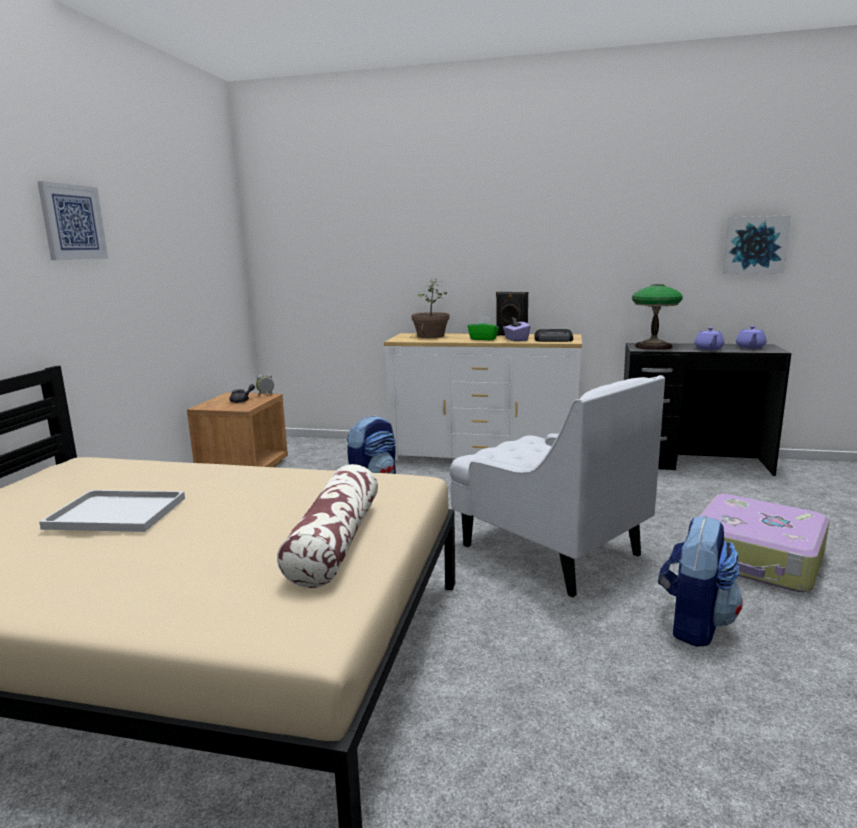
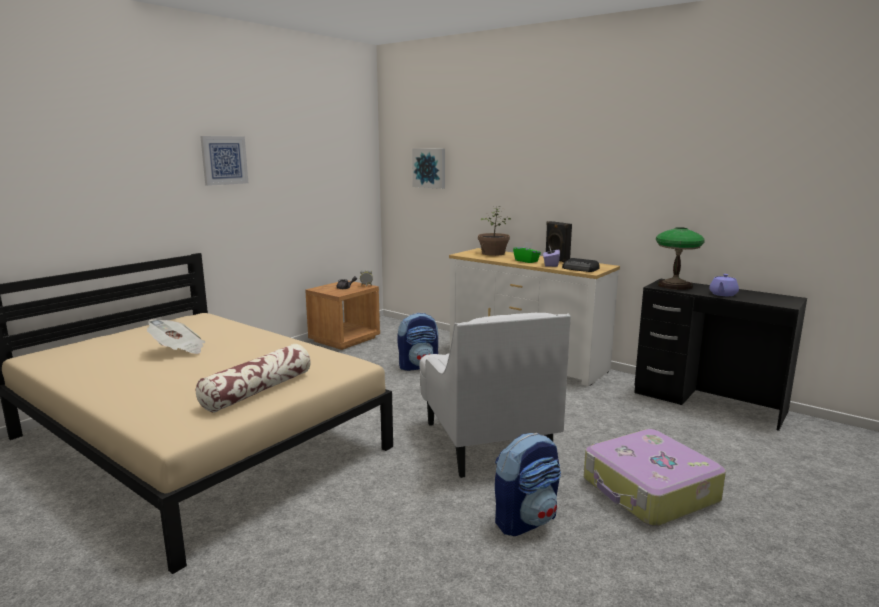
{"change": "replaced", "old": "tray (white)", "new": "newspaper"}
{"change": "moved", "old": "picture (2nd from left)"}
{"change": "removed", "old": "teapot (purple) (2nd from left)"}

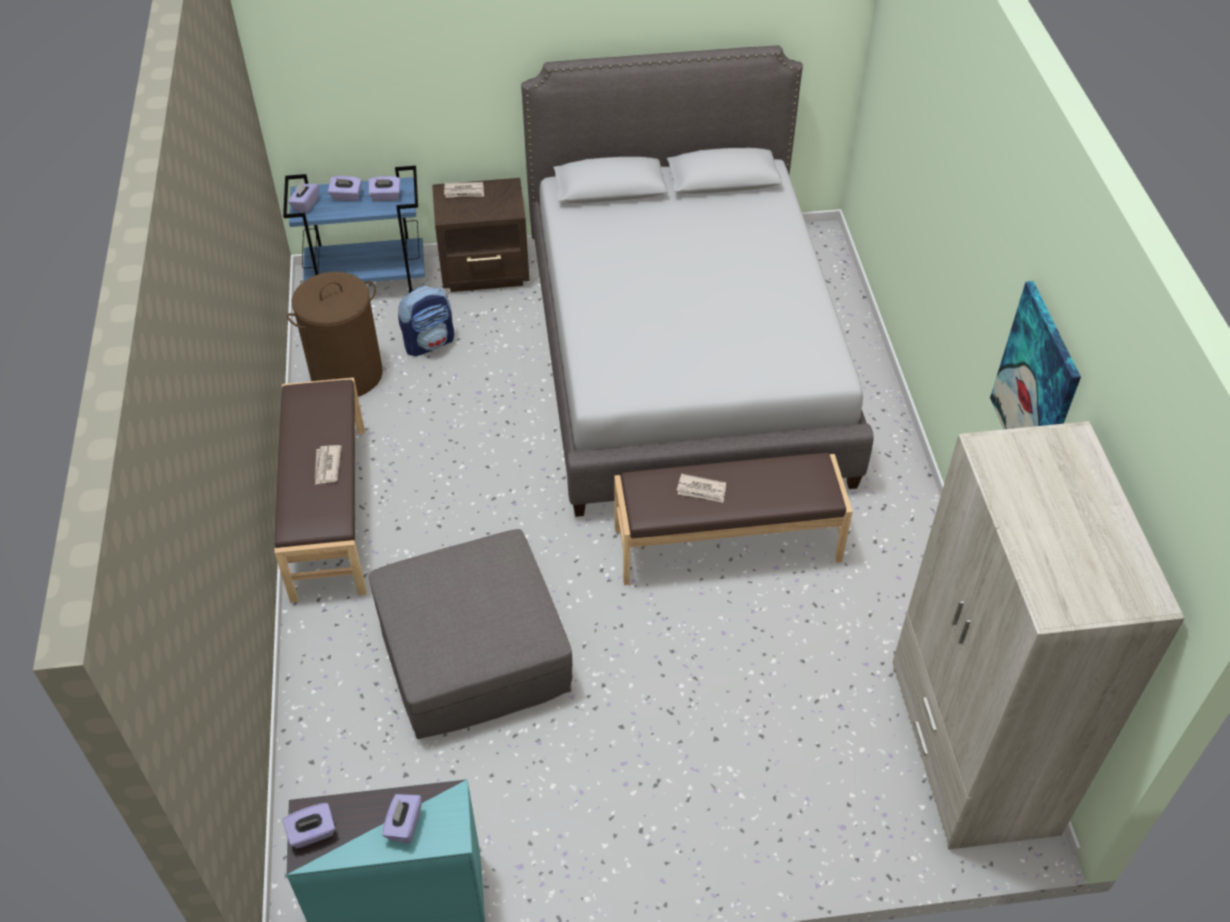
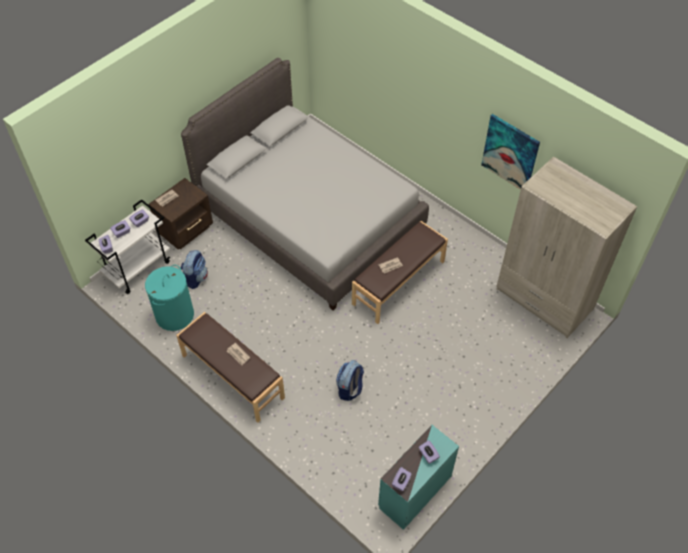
{"change": "recoloured", "old": "cart (blue)", "new": "cart (white)"}
{"change": "recoloured", "old": "laundry basket (brown)", "new": "laundry basket (turquoise)"}
{"change": "replaced", "old": "ottoman (grey)", "new": "backpack (2nd from left)"}

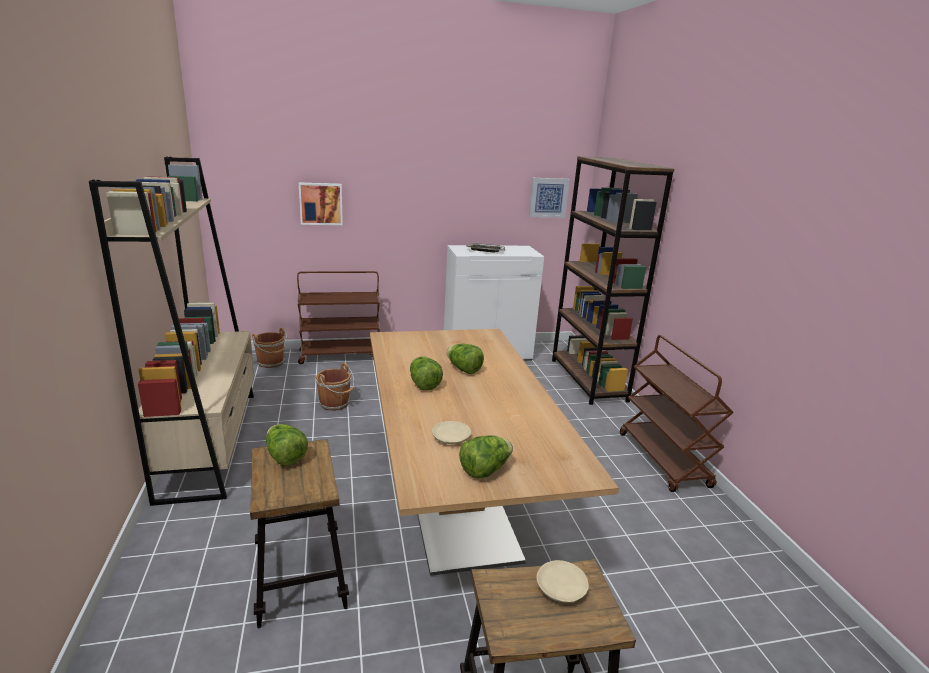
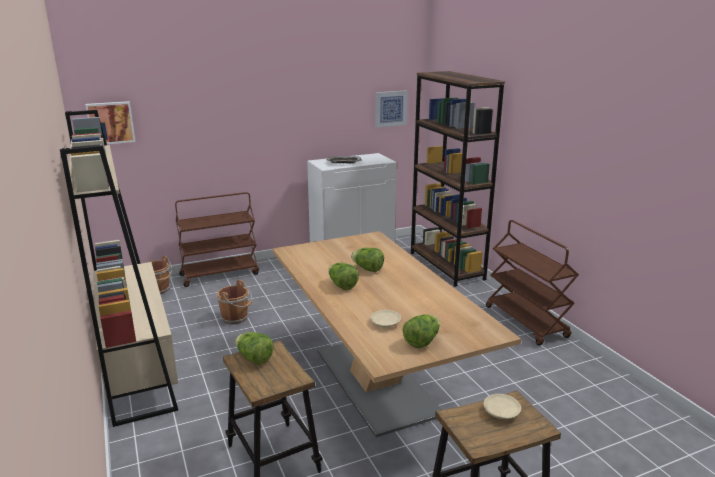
{"change": "moved", "old": "picture (1st from left)"}

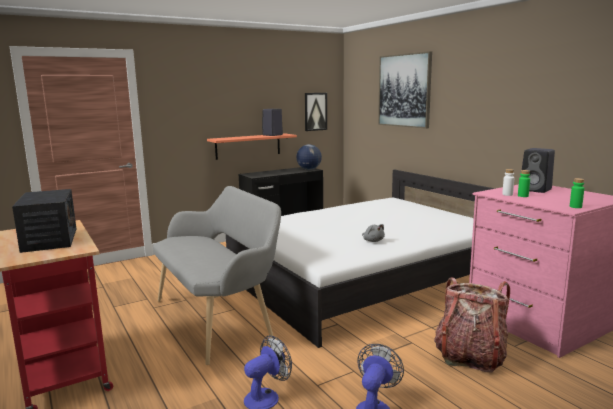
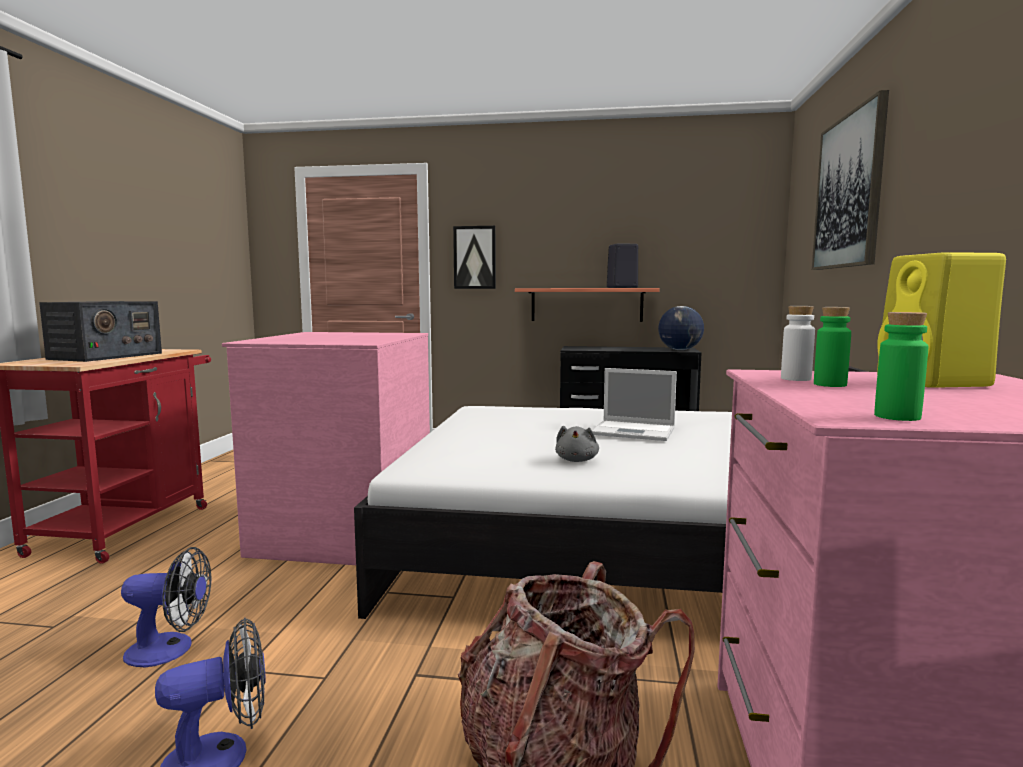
{"change": "replaced", "old": "bench (grey)", "new": "dresser (pink) (1st from left)"}
{"change": "moved", "old": "picture (1st from left)"}
{"change": "recoloured", "old": "speaker (black) (2nd from left)", "new": "speaker (yellow)"}
{"change": "added", "new": "laptop"}

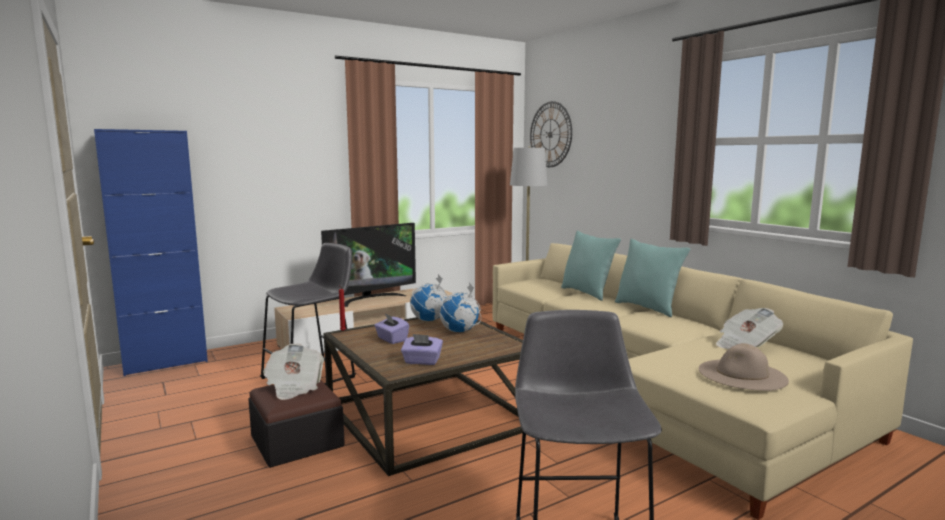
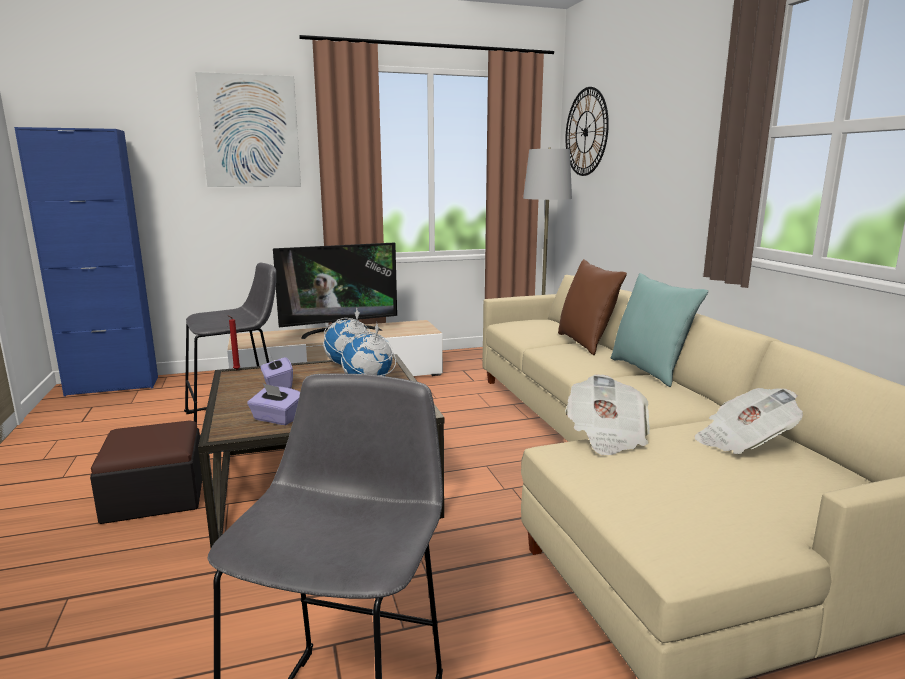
{"change": "moved", "old": "newspaper (1st from left)"}
{"change": "recoloured", "old": "pillow (turquoise) (1st from left)", "new": "pillow (brown)"}
{"change": "removed", "old": "hat (beige)"}
{"change": "added", "new": "picture"}

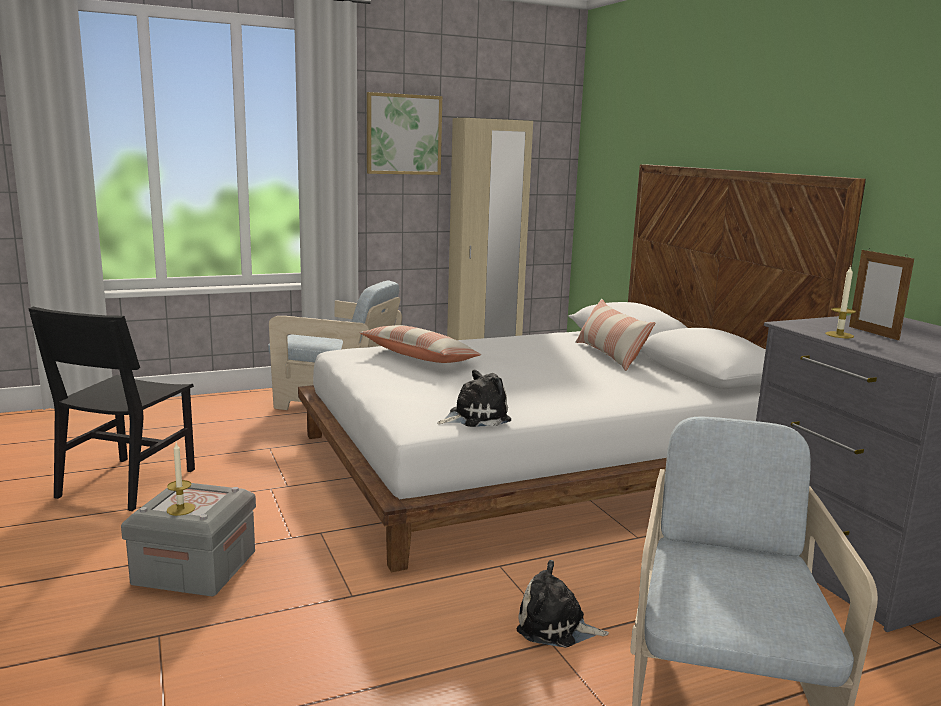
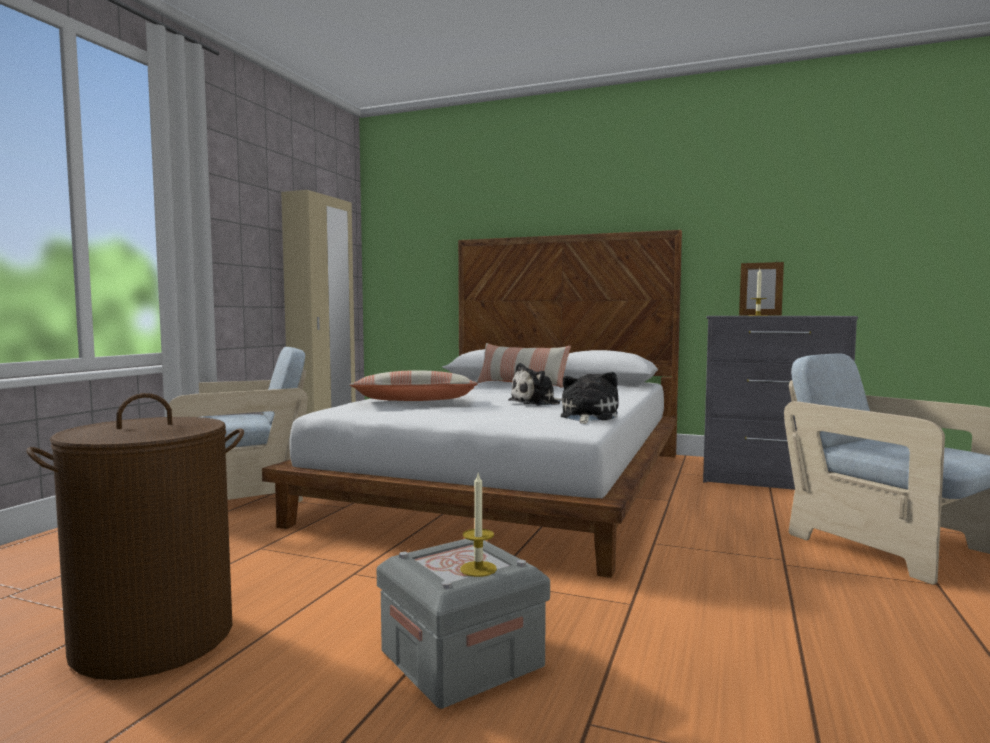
{"change": "replaced", "old": "chair (black)", "new": "laundry basket (brown)"}
{"change": "removed", "old": "picture"}
{"change": "moved", "old": "plush toy (2nd from left in the first image)", "new": "plush toy (1st from left)"}

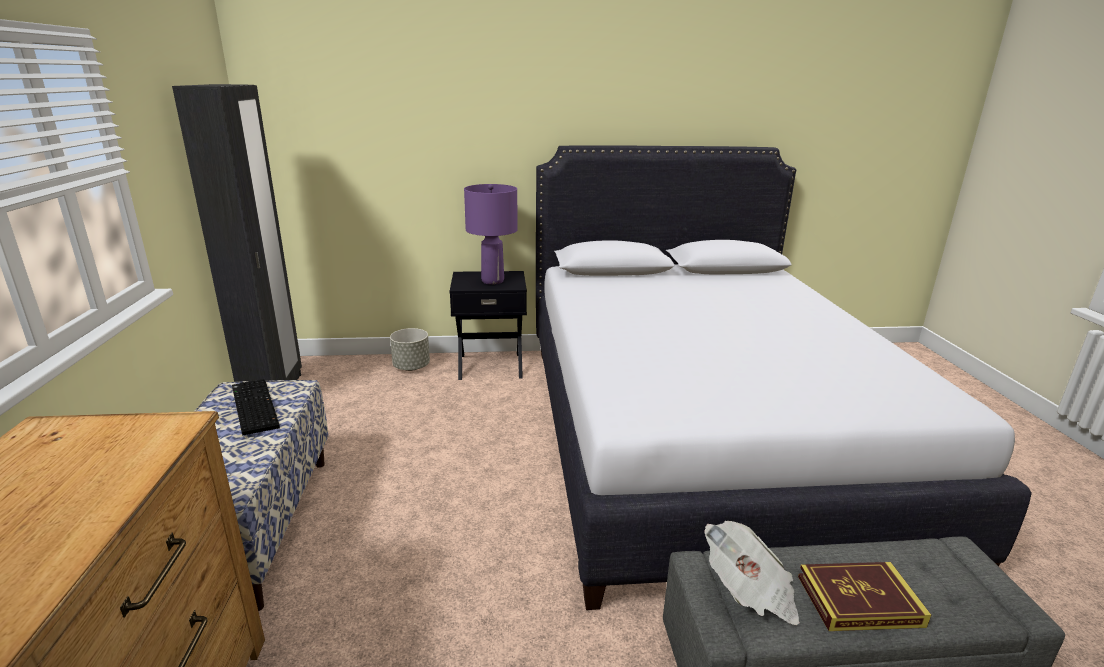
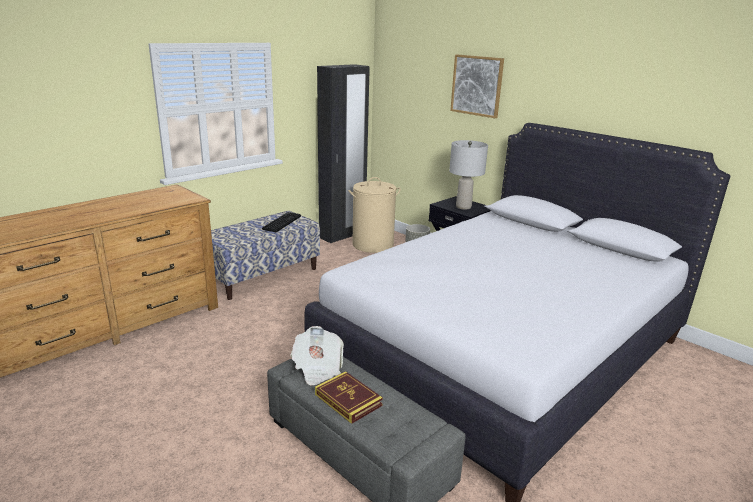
{"change": "recoloured", "old": "table lamp (purple)", "new": "table lamp (grey)"}
{"change": "added", "new": "laundry basket (beige)"}
{"change": "added", "new": "picture"}

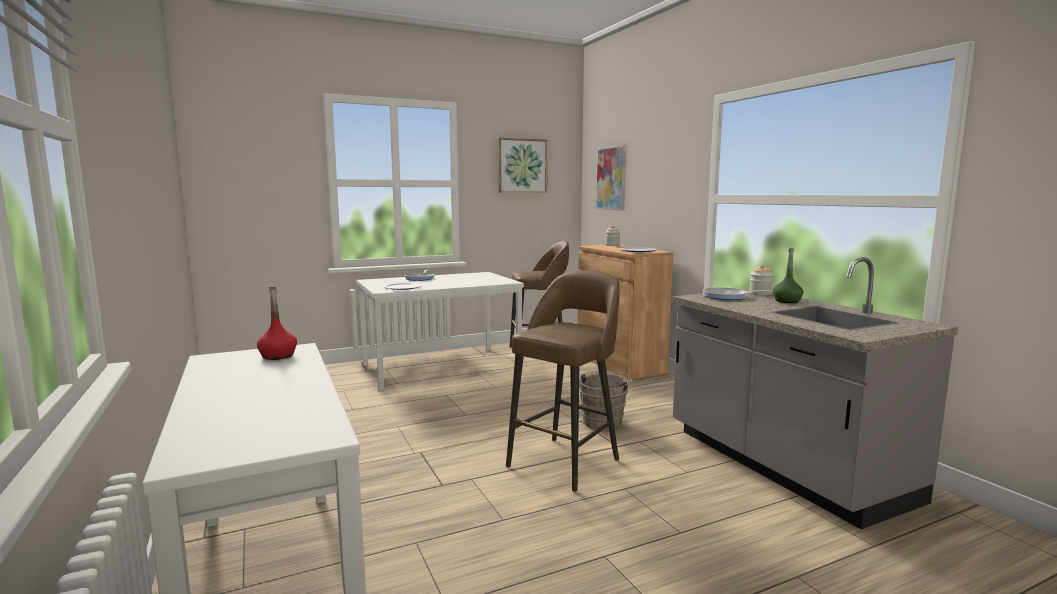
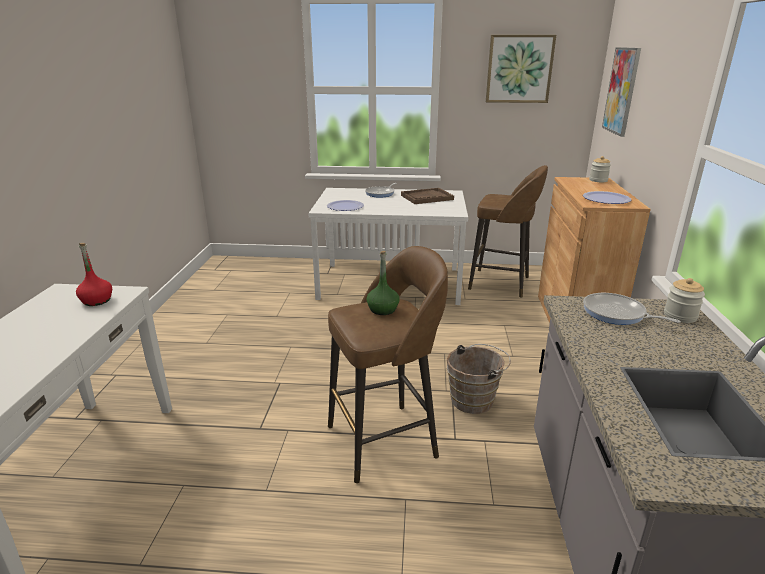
{"change": "moved", "old": "bottle (green)"}
{"change": "added", "new": "tray (brown)"}

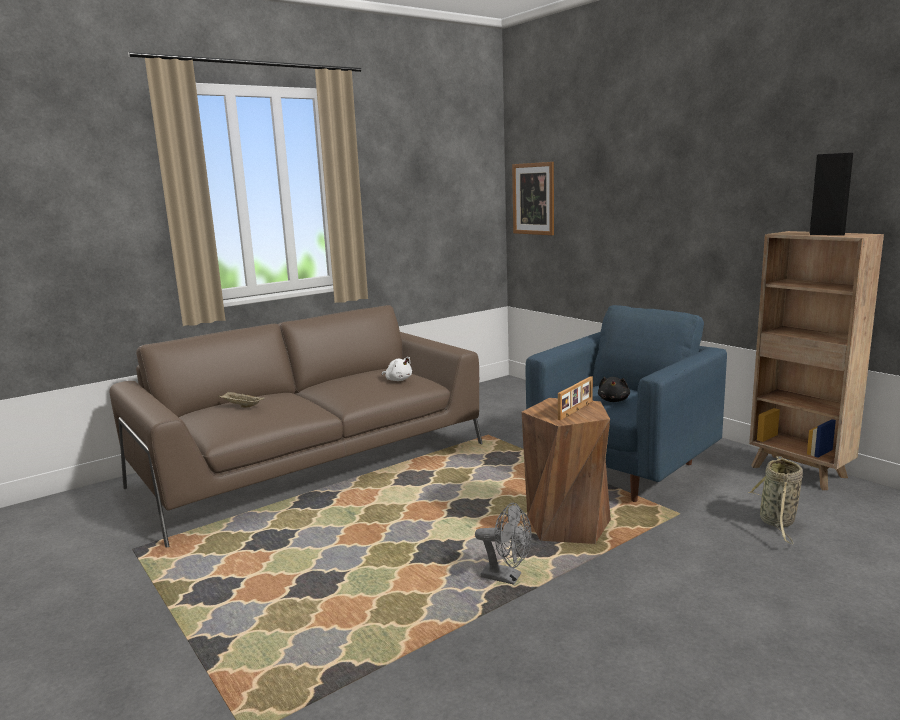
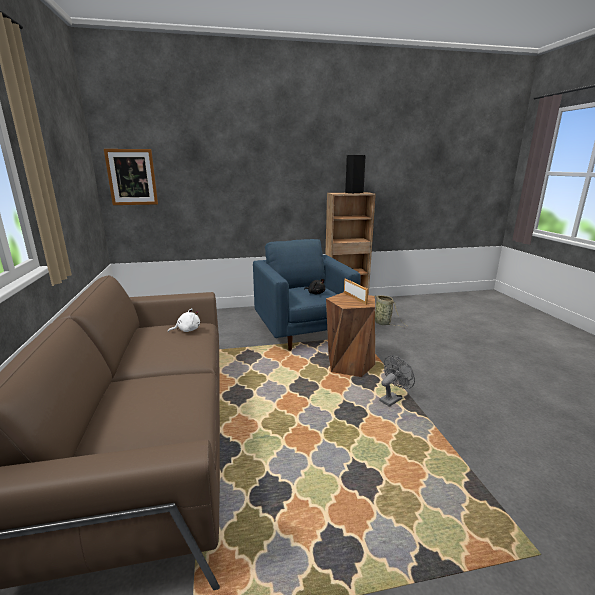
{"change": "removed", "old": "tray (beige)"}

